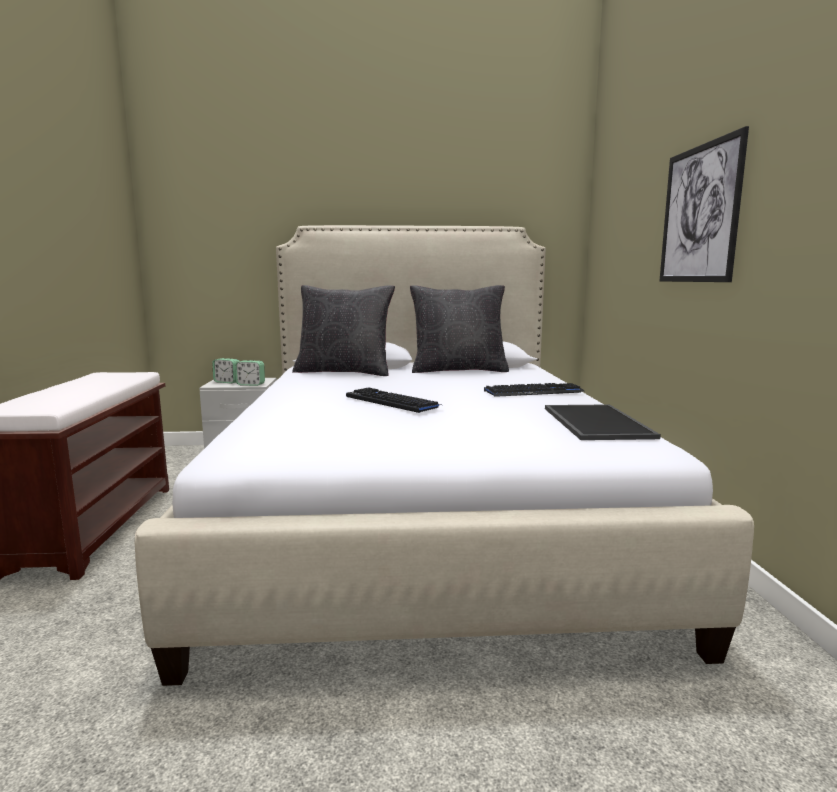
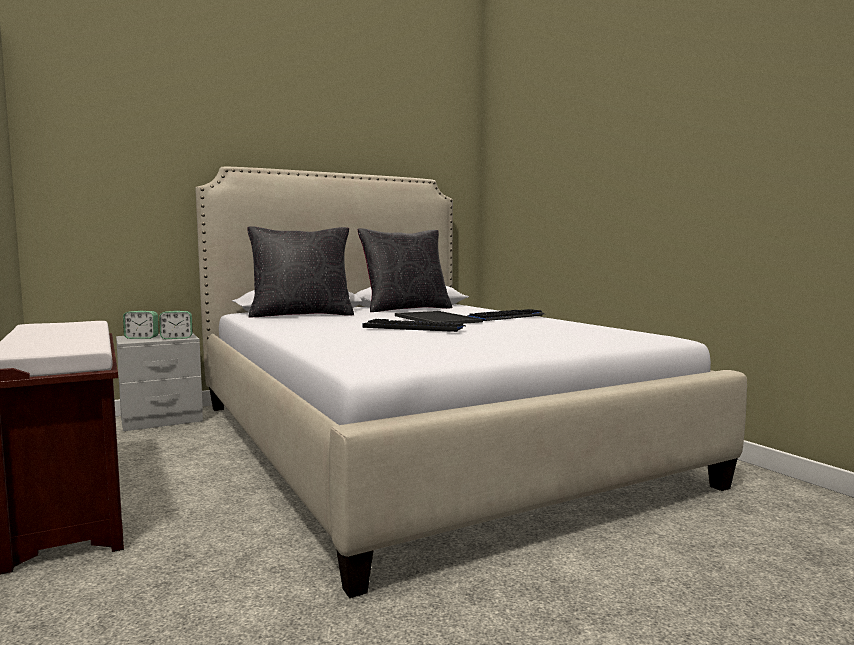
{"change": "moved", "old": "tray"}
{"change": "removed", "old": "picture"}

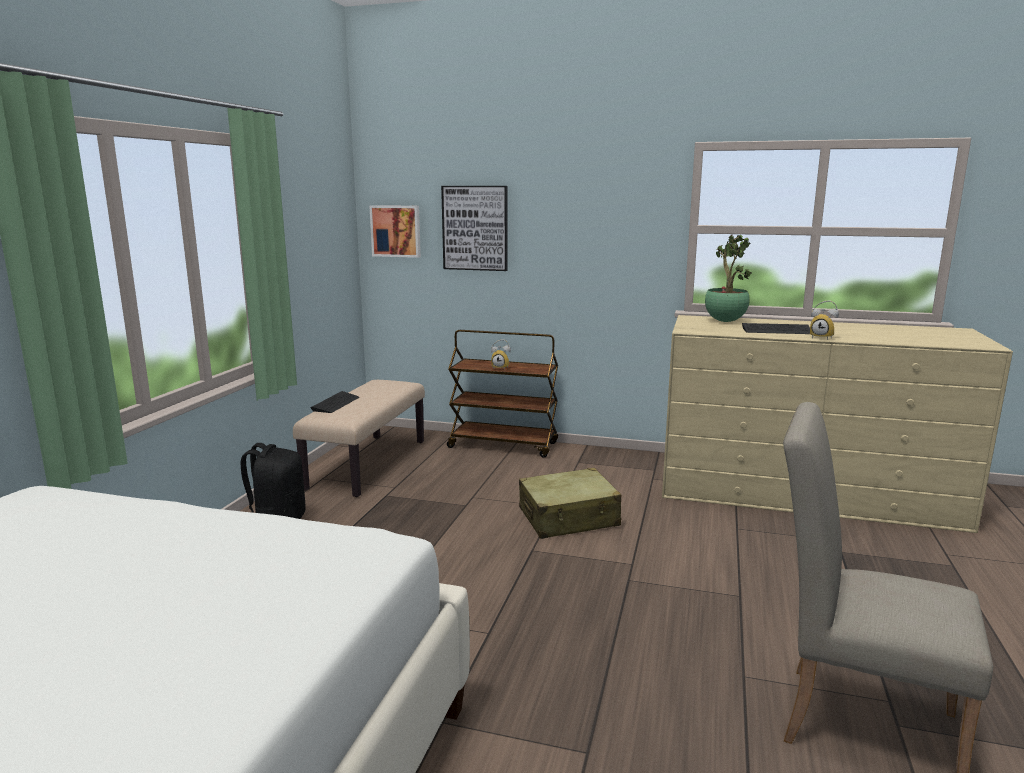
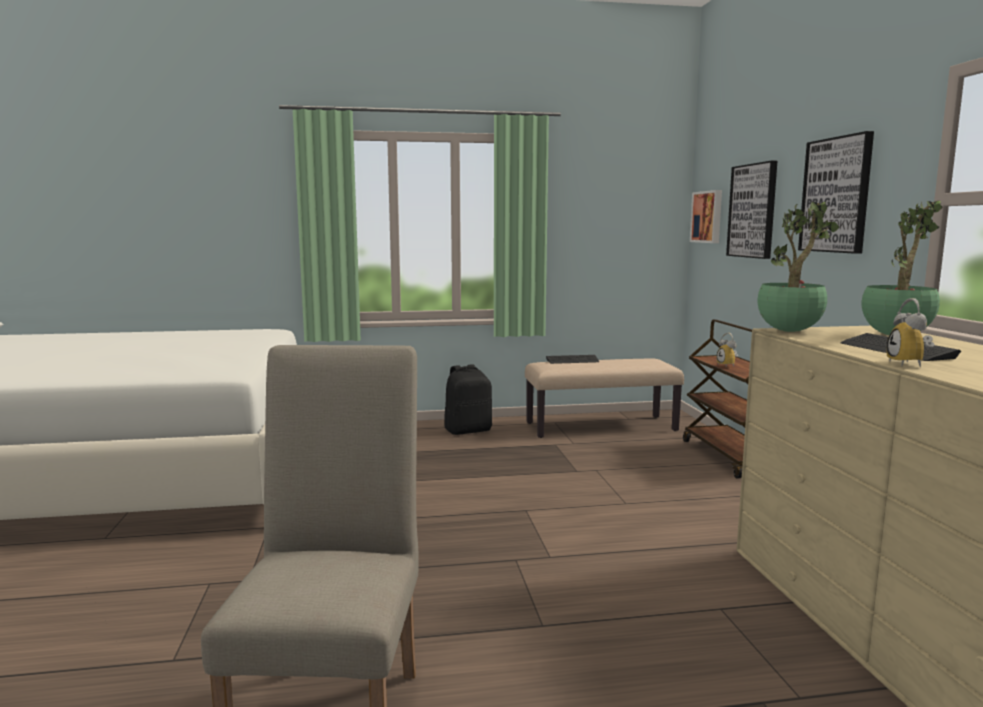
{"change": "removed", "old": "suitcase (beige)"}
{"change": "added", "new": "potted plant (1st from left)"}
{"change": "added", "new": "picture (3rd from left)"}

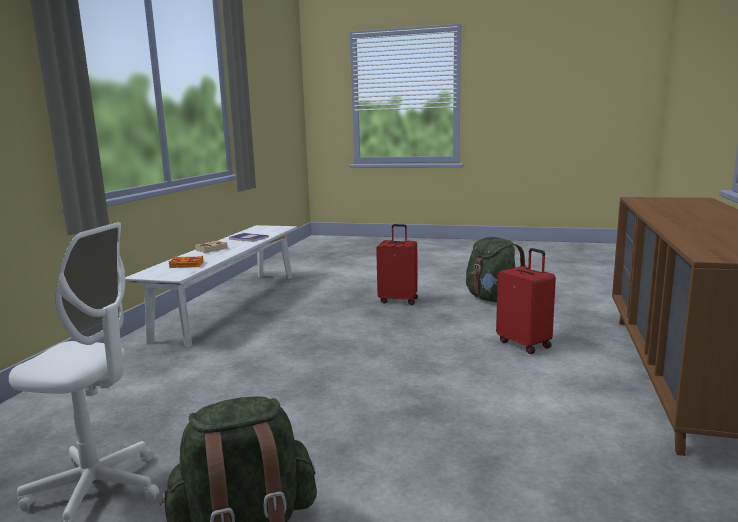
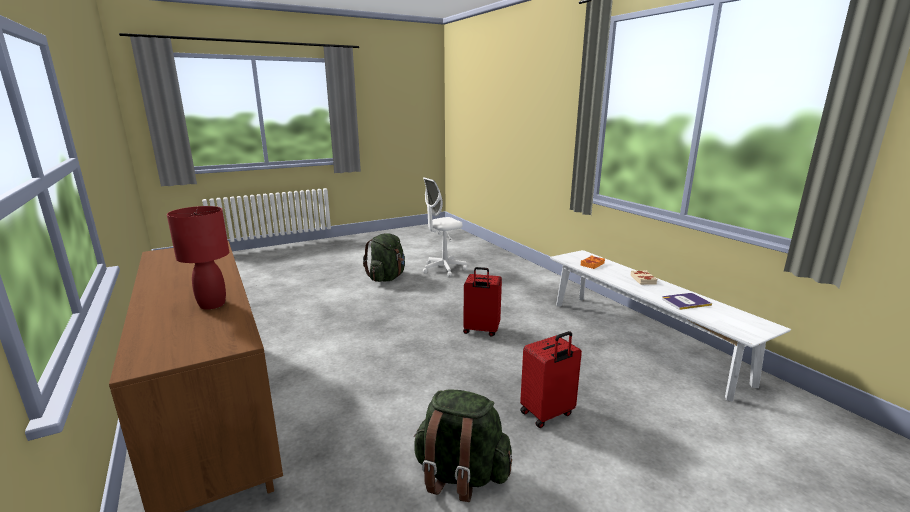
{"change": "moved", "old": "suitcase (red) (2nd from left in the first image)", "new": "suitcase (red) (1st from left)"}
{"change": "added", "new": "table lamp (red)"}

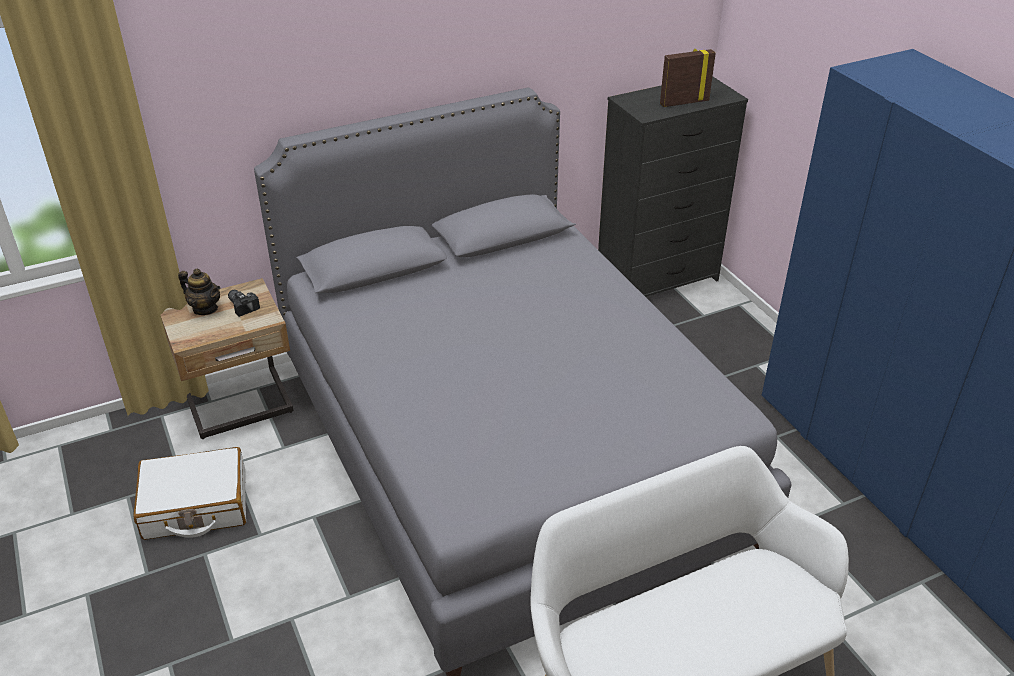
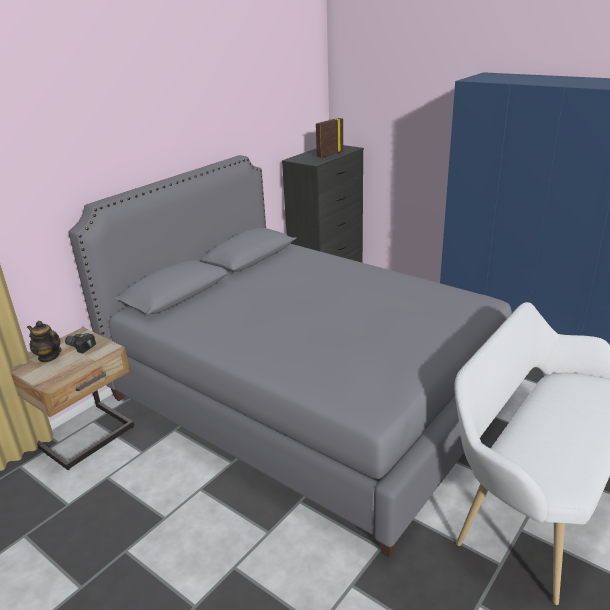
{"change": "removed", "old": "suitcase (white)"}
{"change": "turned", "old": "teapot", "degrees": -150}

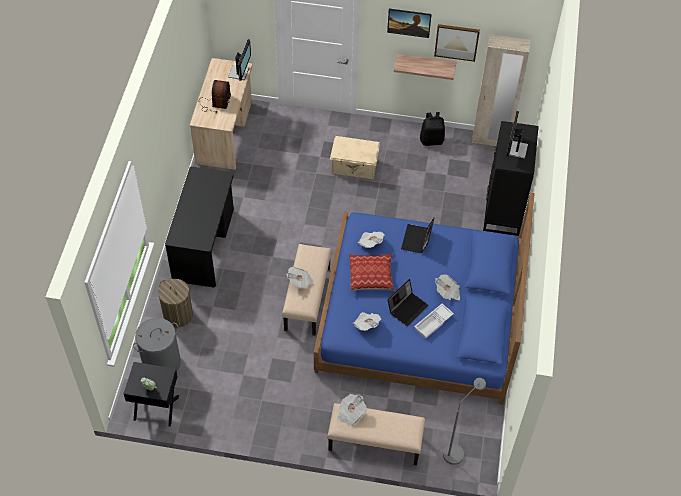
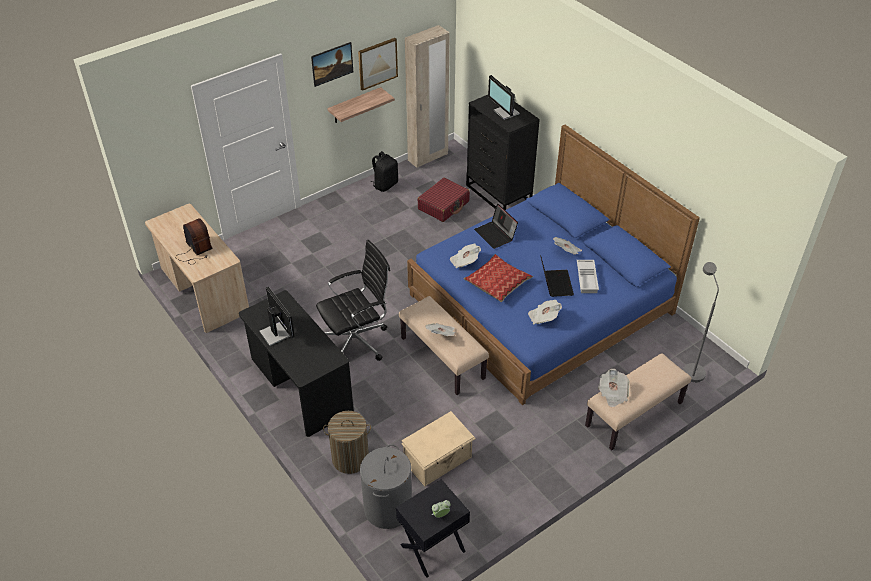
{"change": "moved", "old": "monitor (1st from left)"}
{"change": "moved", "old": "storage box (beige)"}
{"change": "added", "new": "office chair (black)"}
{"change": "added", "new": "suitcase (red)"}

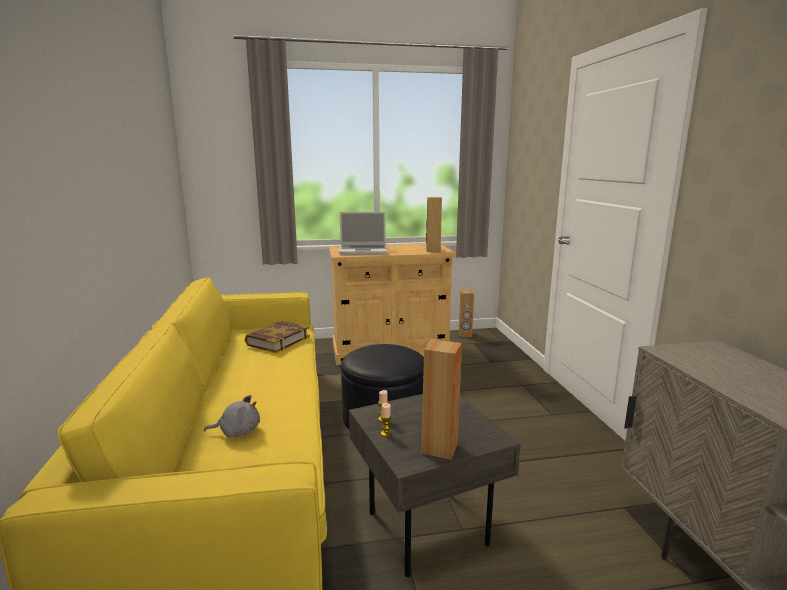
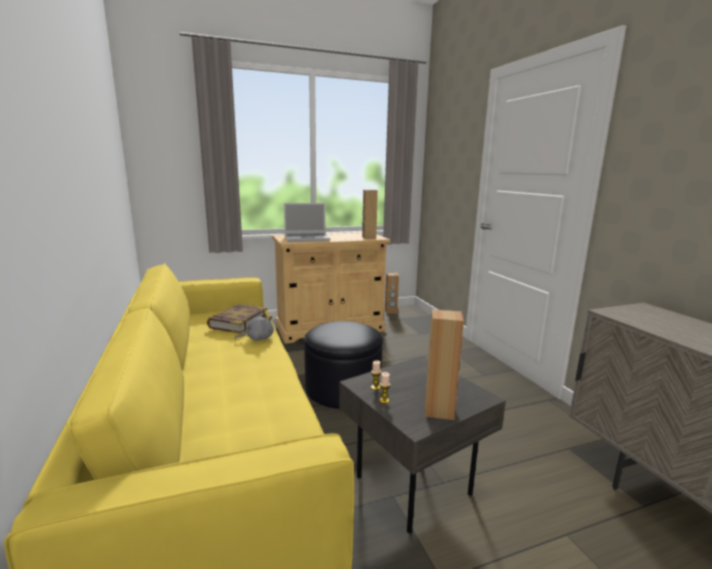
{"change": "moved", "old": "plush toy (grey)"}

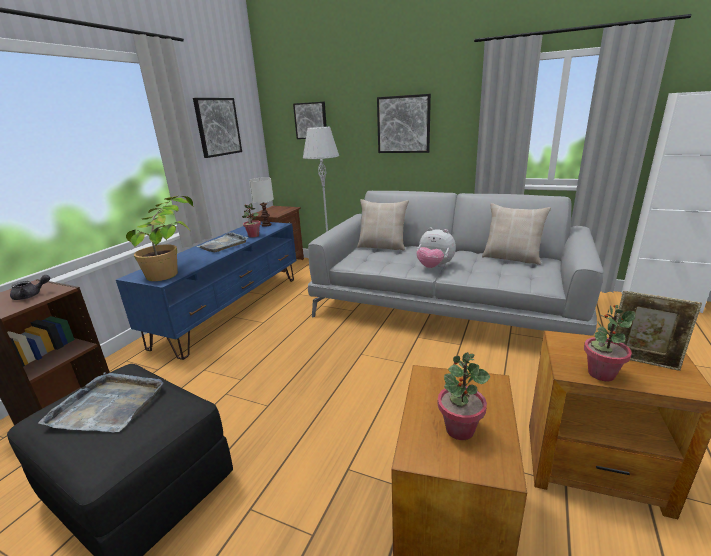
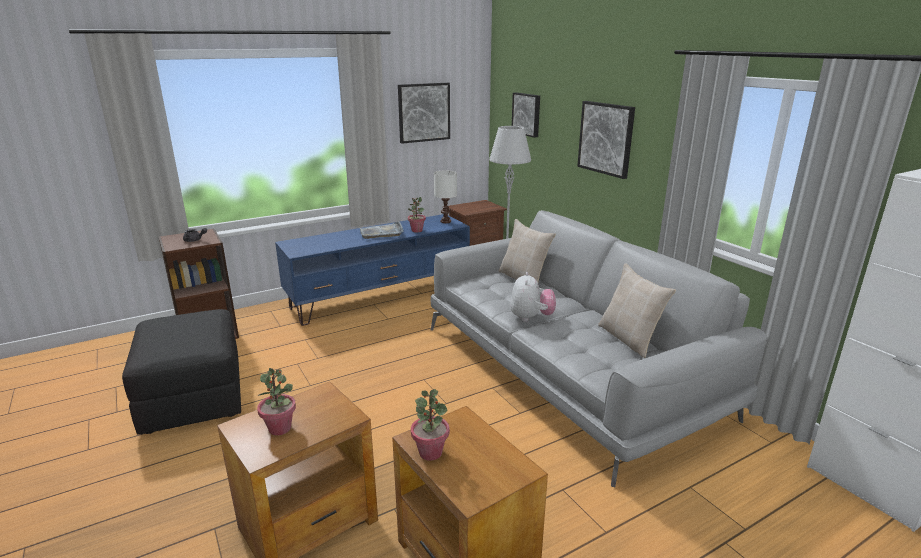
{"change": "removed", "old": "tray (grey) (1st from left)"}
{"change": "removed", "old": "potted plant (1st from left)"}
{"change": "turned", "old": "plush toy", "degrees": -150}
{"change": "removed", "old": "picture frame"}

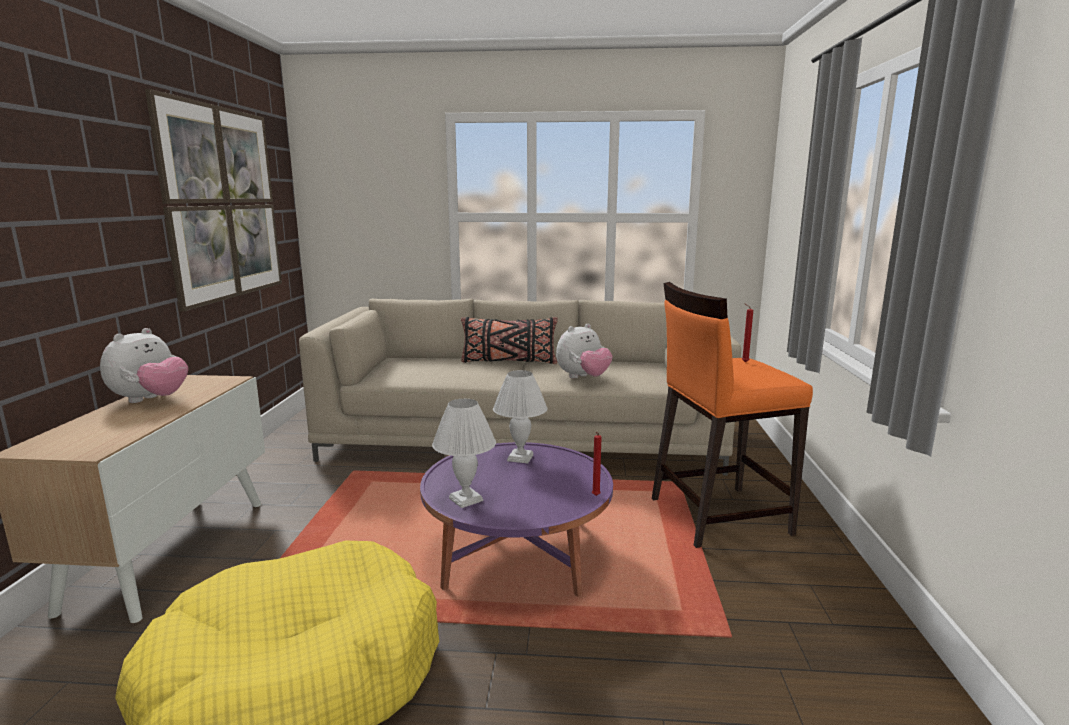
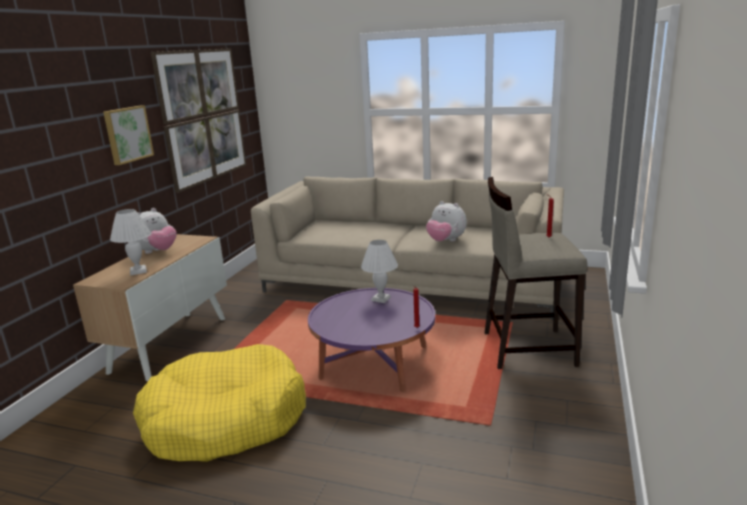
{"change": "moved", "old": "table lamp (white) (1st from left)"}
{"change": "removed", "old": "pillow (black)"}
{"change": "turned", "old": "plush toy (2nd from left)", "degrees": 60}
{"change": "recoloured", "old": "stool (orange)", "new": "stool (beige)"}
{"change": "added", "new": "picture (1st from left)"}

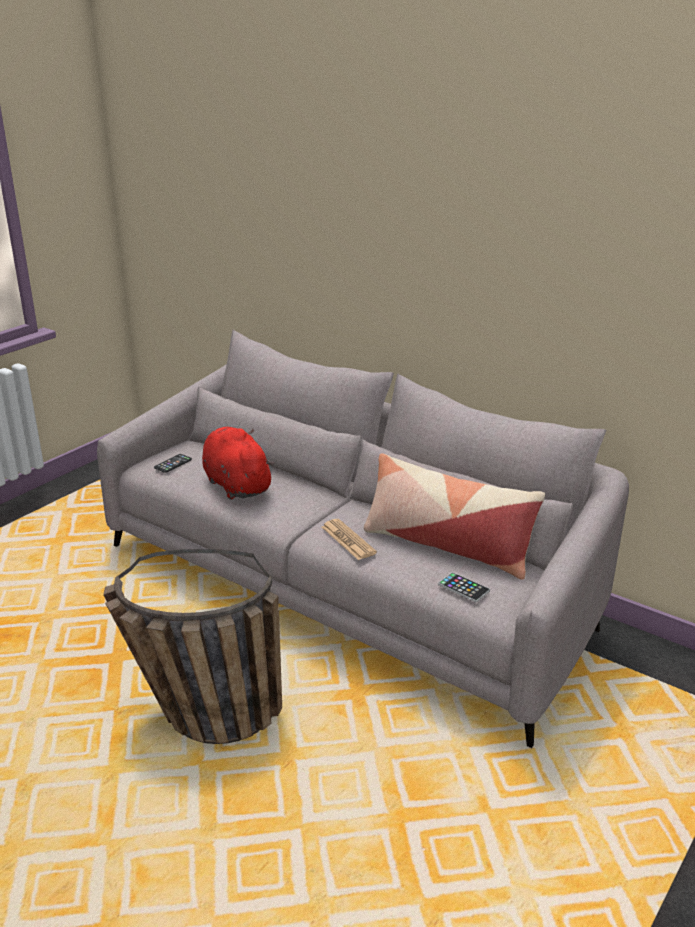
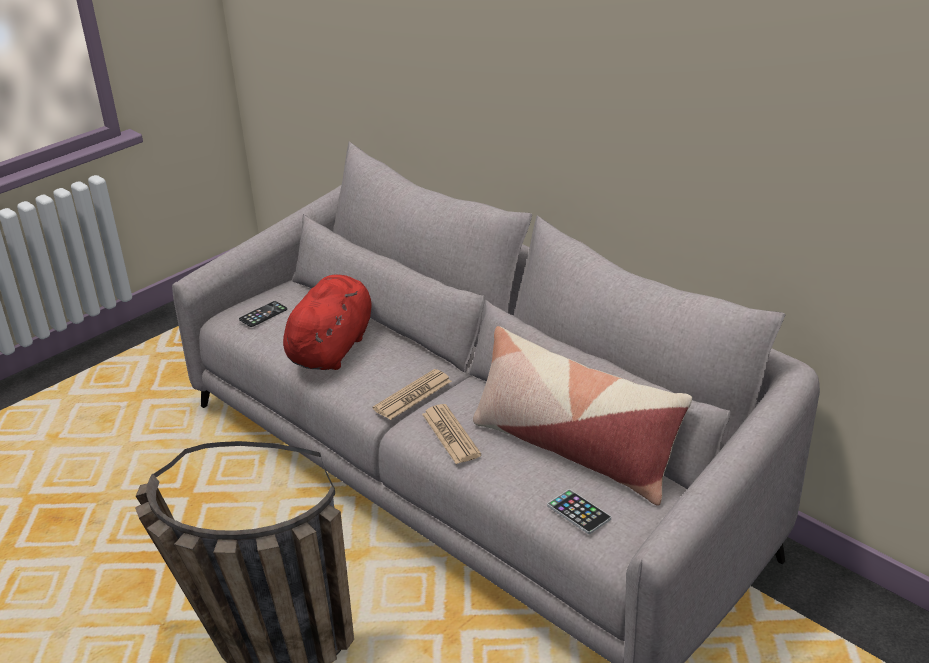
{"change": "turned", "old": "plush toy (red)", "degrees": 45}
{"change": "added", "new": "newspaper (1st from left)"}

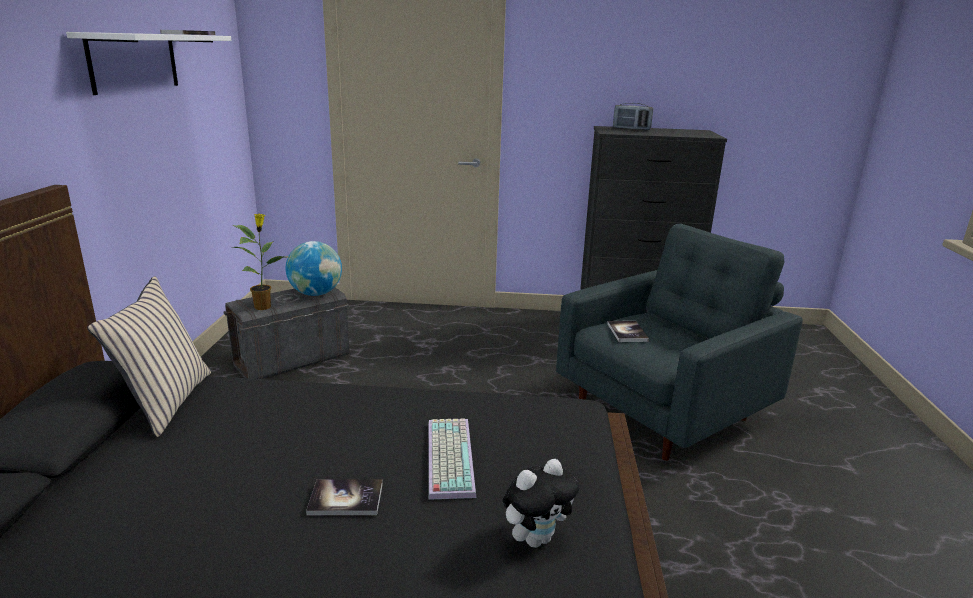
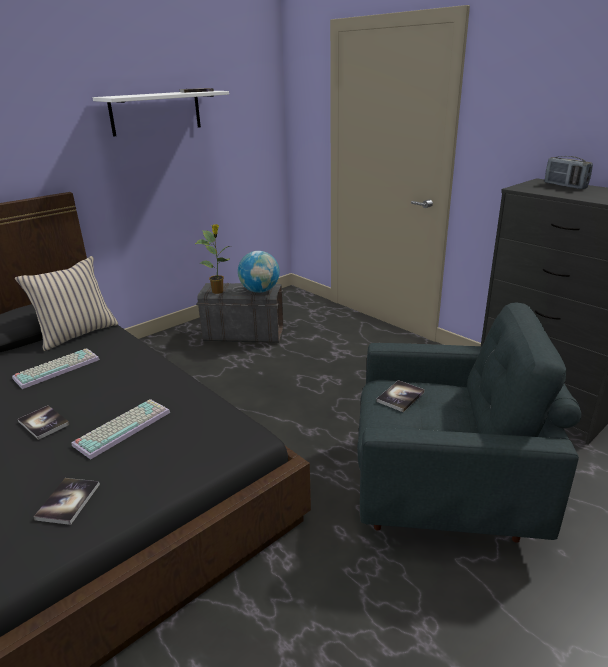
{"change": "replaced", "old": "plush toy", "new": "book (2nd from left)"}
{"change": "added", "new": "keyboard (1st from left)"}

